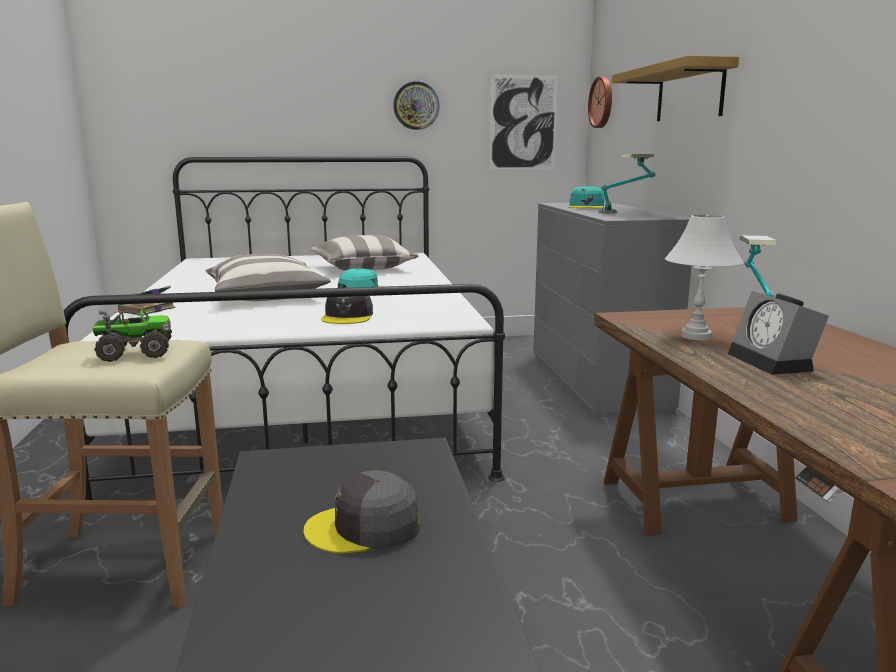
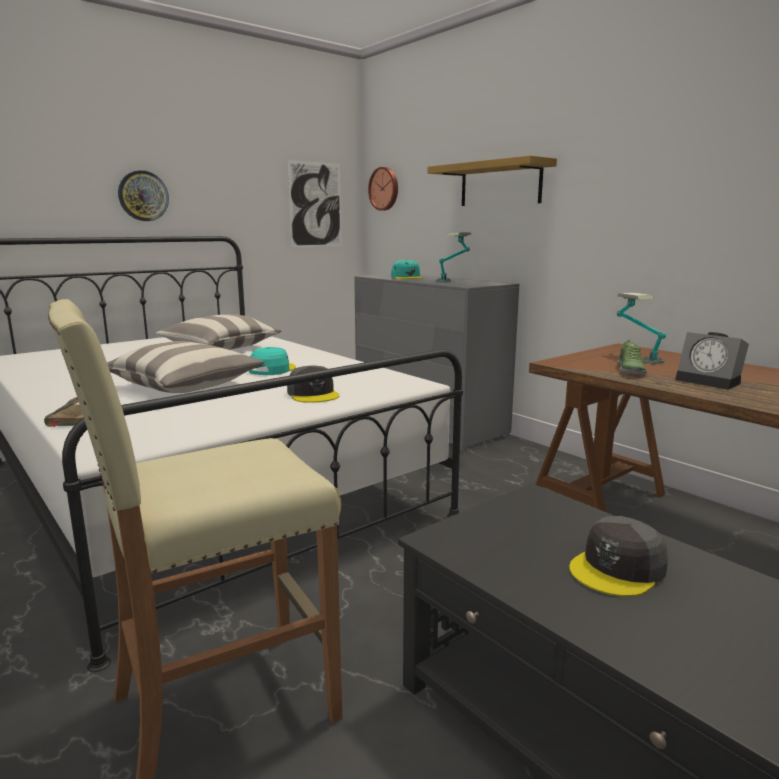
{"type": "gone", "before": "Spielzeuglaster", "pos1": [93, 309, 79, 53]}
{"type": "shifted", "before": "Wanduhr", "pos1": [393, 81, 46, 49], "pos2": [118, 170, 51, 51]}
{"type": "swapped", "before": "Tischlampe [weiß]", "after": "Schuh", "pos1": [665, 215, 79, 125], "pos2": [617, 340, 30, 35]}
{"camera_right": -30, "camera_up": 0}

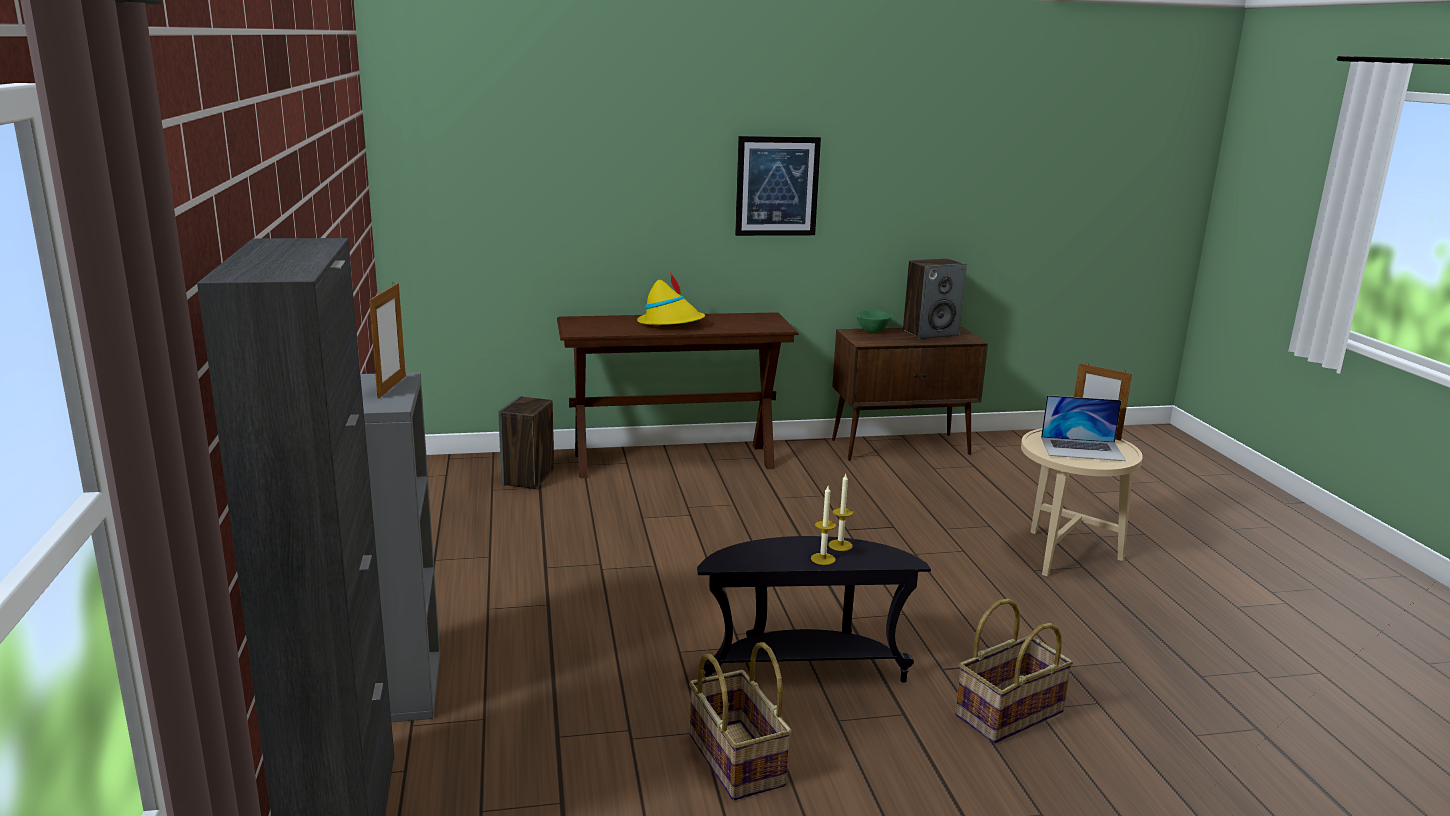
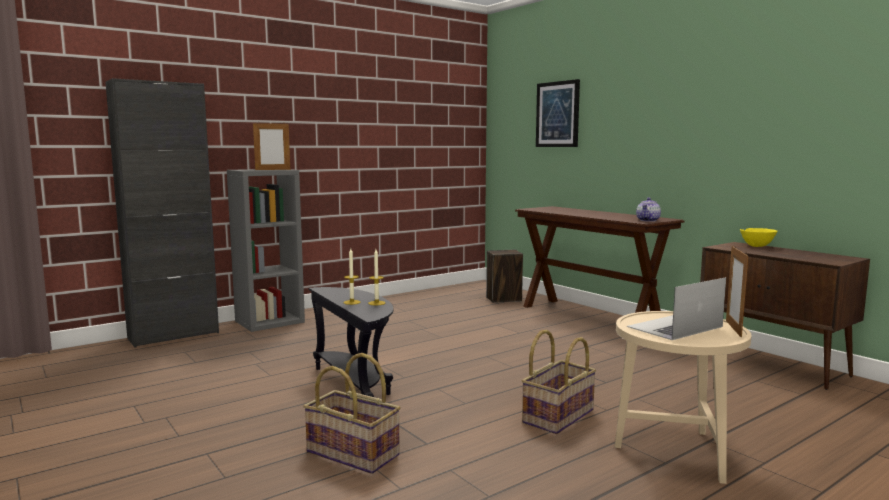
{"type": "gone", "before": "Hut [gelb]", "pos1": [637, 272, 68, 53]}
{"type": "gone", "before": "Lautsprecher", "pos1": [903, 258, 64, 81]}
{"type": "new", "after": "Teekanne", "pos2": [636, 198, 25, 24]}
{"type": "shifted", "before": "Korb", "pos1": [689, 642, 103, 159], "pos2": [522, 330, 74, 104]}
{"type": "shifted", "before": "Bild", "pos1": [735, 136, 86, 100], "pos2": [536, 79, 44, 68]}
{"type": "repainted", "before": "Schüssel [grün]", "after": "Schüssel [gelb]", "pos1": [856, 310, 36, 23], "pos2": [740, 228, 37, 19]}
{"type": "rotated", "before": "Laptop", "pos1": [1041, 395, 85, 66], "pos2": [627, 277, 99, 63], "turn": 75}
{"camera_right": 65, "camera_up": -10}

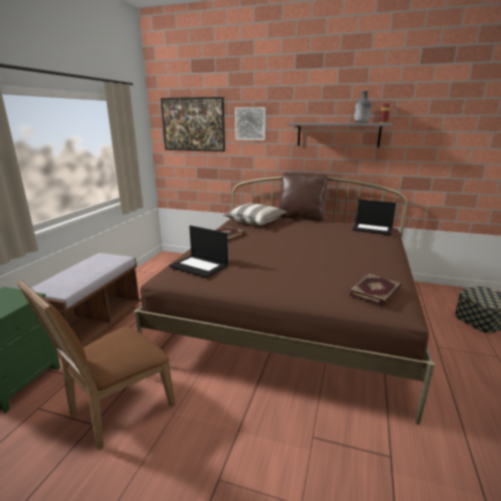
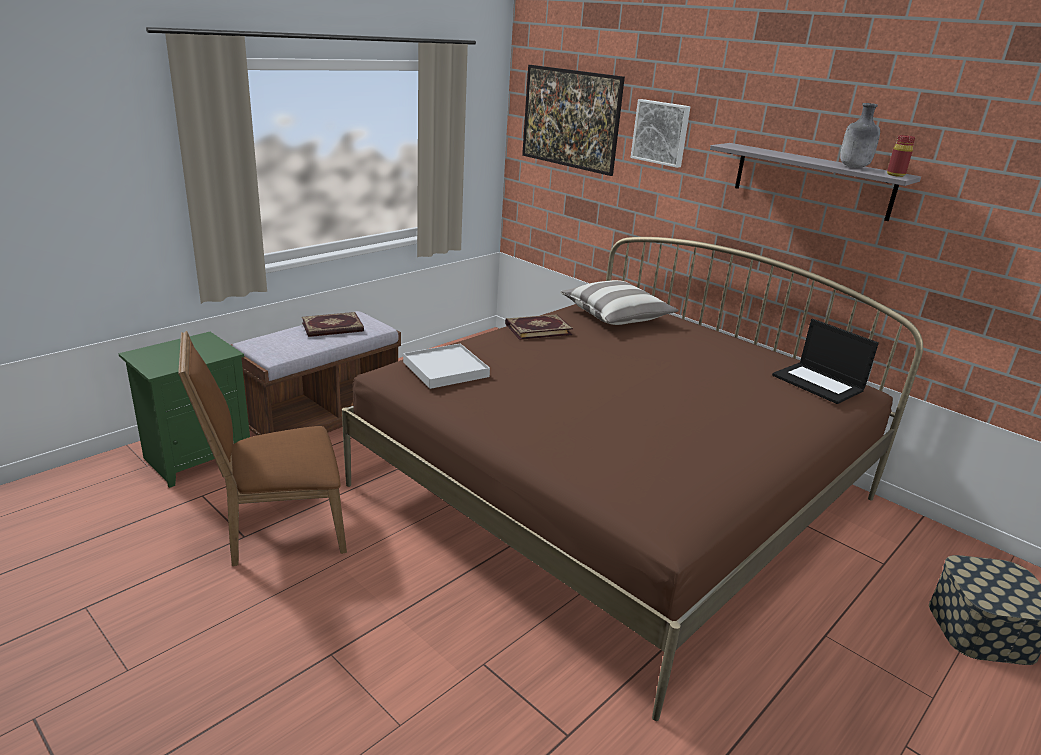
{"type": "gone", "before": "Kissen [braun]", "pos1": [279, 173, 49, 48]}
{"type": "shifted", "before": "Buch", "pos1": [349, 273, 53, 33], "pos2": [302, 312, 62, 25]}
{"type": "swapped", "before": "Laptop", "after": "Tablett [weiß]", "pos1": [169, 225, 59, 53], "pos2": [403, 343, 87, 46]}
{"camera_right": 25, "camera_up": 5}

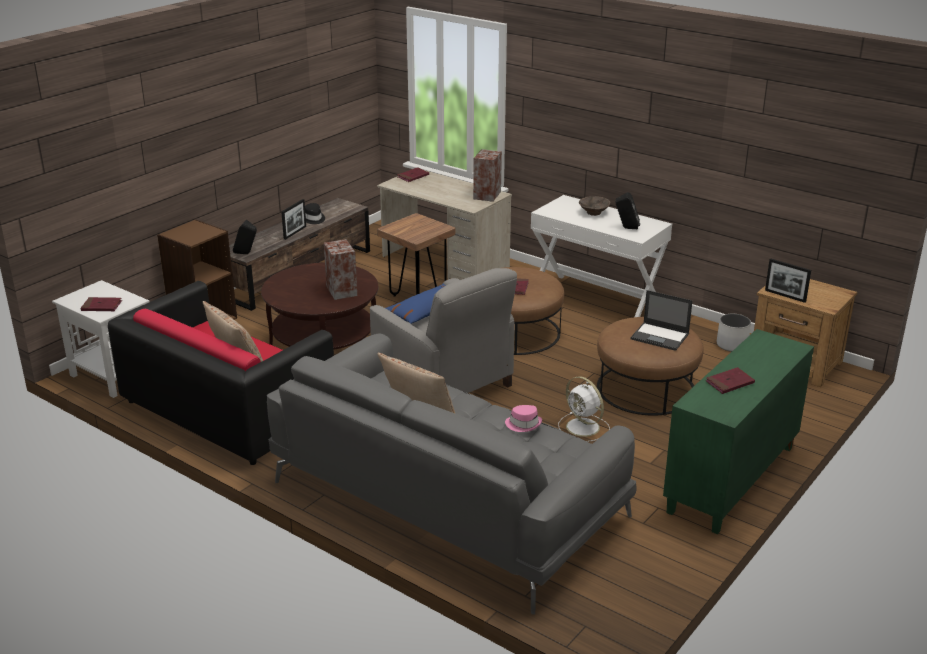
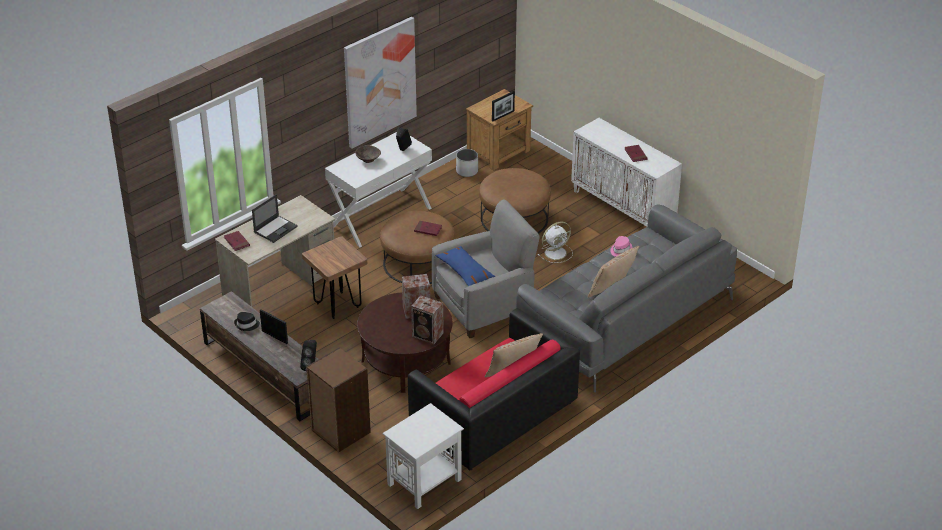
{"type": "gone", "before": "Buch [rot]", "pos1": [80, 297, 42, 14]}
{"type": "new", "after": "Bild", "pos2": [344, 17, 73, 131]}
{"type": "shifted", "before": "Lautsprecher", "pos1": [473, 149, 29, 53], "pos2": [411, 295, 33, 49]}
{"type": "shifted", "before": "Laptop", "pos1": [630, 290, 62, 61], "pos2": [252, 194, 46, 49]}
{"type": "repainted", "before": "Schrank [grün]", "after": "Schrank [weiß]", "pos1": [663, 329, 151, 205], "pos2": [571, 118, 111, 108]}
{"camera_right": -80, "camera_up": 10}

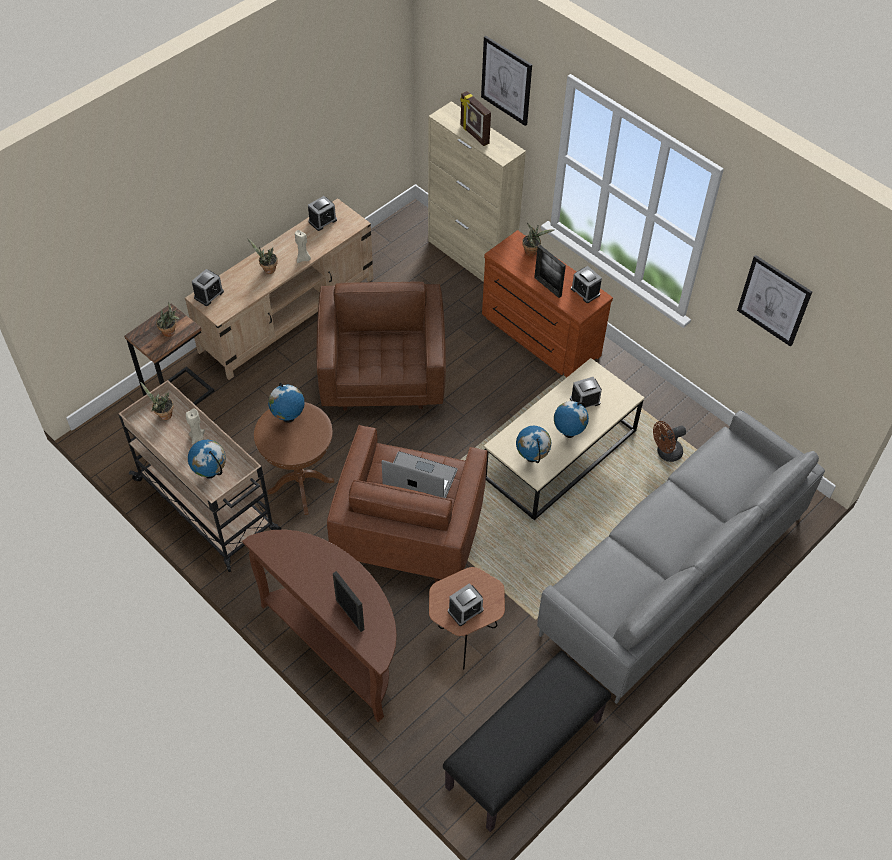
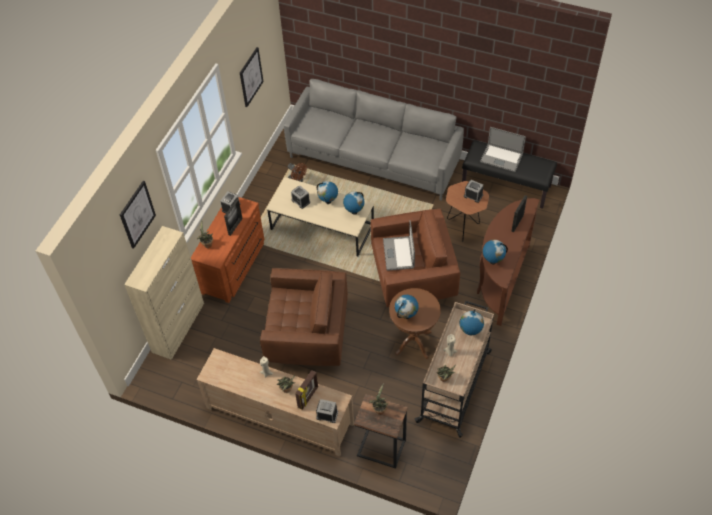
{"type": "gone", "before": "Wecker", "pos1": [308, 196, 29, 35]}
{"type": "new", "after": "Laptop", "pos2": [480, 127, 46, 45]}
{"type": "new", "after": "Globus", "pos2": [483, 240, 25, 25]}
{"type": "shifted", "before": "Bilderrahmen", "pos1": [460, 91, 31, 55], "pos2": [295, 370, 23, 40]}
{"type": "rotated", "before": "Sessel [braun]", "pos1": [316, 281, 130, 129], "pos2": [260, 268, 88, 98], "turn": -150}
{"camera_right": -110, "camera_up": 0}

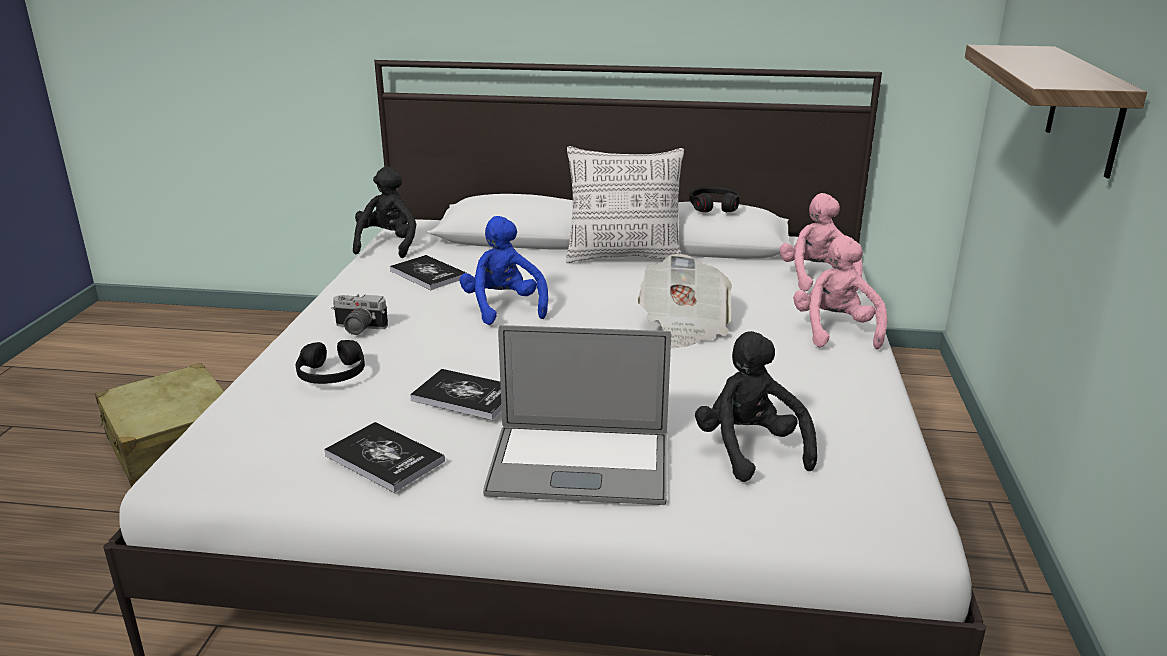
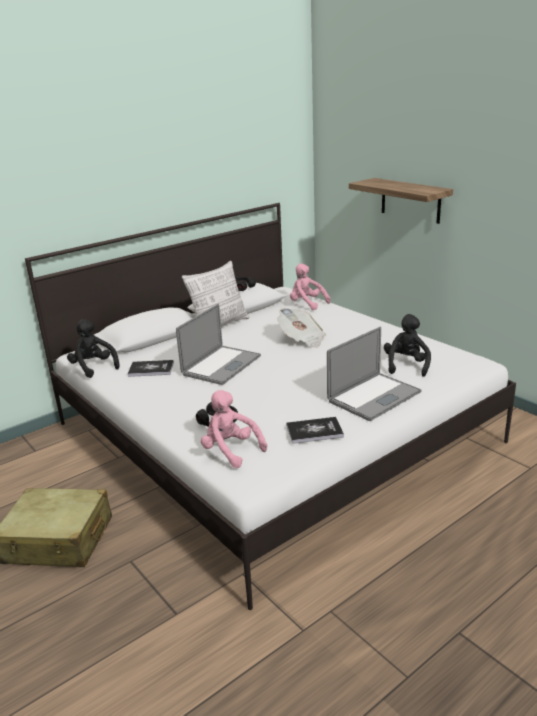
{"type": "gone", "before": "Kamera", "pos1": [331, 294, 57, 41]}
{"type": "gone", "before": "Buch", "pos1": [410, 369, 92, 51]}
{"type": "shifted", "before": "Plüschtier [rosa]", "pos1": [793, 235, 94, 114], "pos2": [201, 390, 66, 78]}
{"type": "swapped", "before": "Plüschtier [blau]", "after": "Laptop", "pos1": [460, 216, 88, 109], "pos2": [176, 304, 85, 81]}
{"type": "rotated", "before": "Plüschtier [schwarz]", "pos1": [695, 331, 122, 151], "pos2": [384, 314, 47, 63], "turn": 75}
{"camera_right": -45, "camera_up": 0}

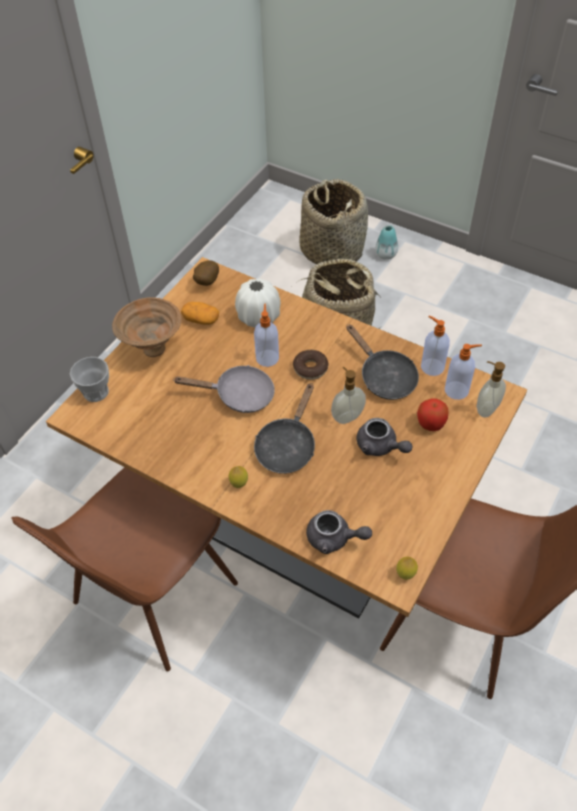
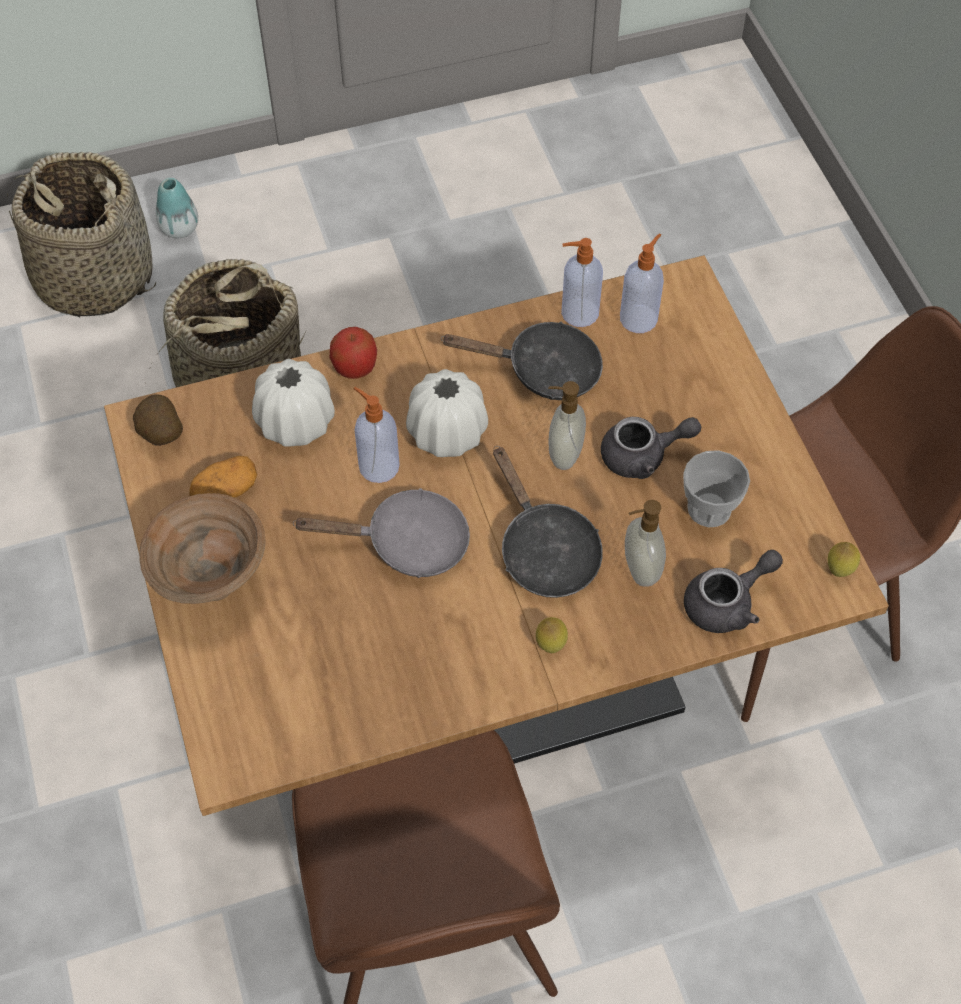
{"type": "shifted", "before": "Tasse", "pos1": [70, 357, 39, 45], "pos2": [683, 450, 67, 77]}
{"type": "shifted", "before": "Apfel", "pos1": [417, 398, 31, 33], "pos2": [330, 327, 47, 52]}
{"type": "shifted", "before": "Seifenspender", "pos1": [477, 361, 29, 56], "pos2": [625, 500, 41, 87]}
{"type": "swapped", "before": "Donut", "after": "Vase [weiß]", "pos1": [293, 350, 35, 30], "pos2": [406, 369, 82, 88]}
{"type": "rotated", "before": "Pfanne [grau]", "pos1": [173, 365, 102, 48], "pos2": [293, 488, 177, 90], "turn": 45}
{"camera_right": -50, "camera_up": 5}

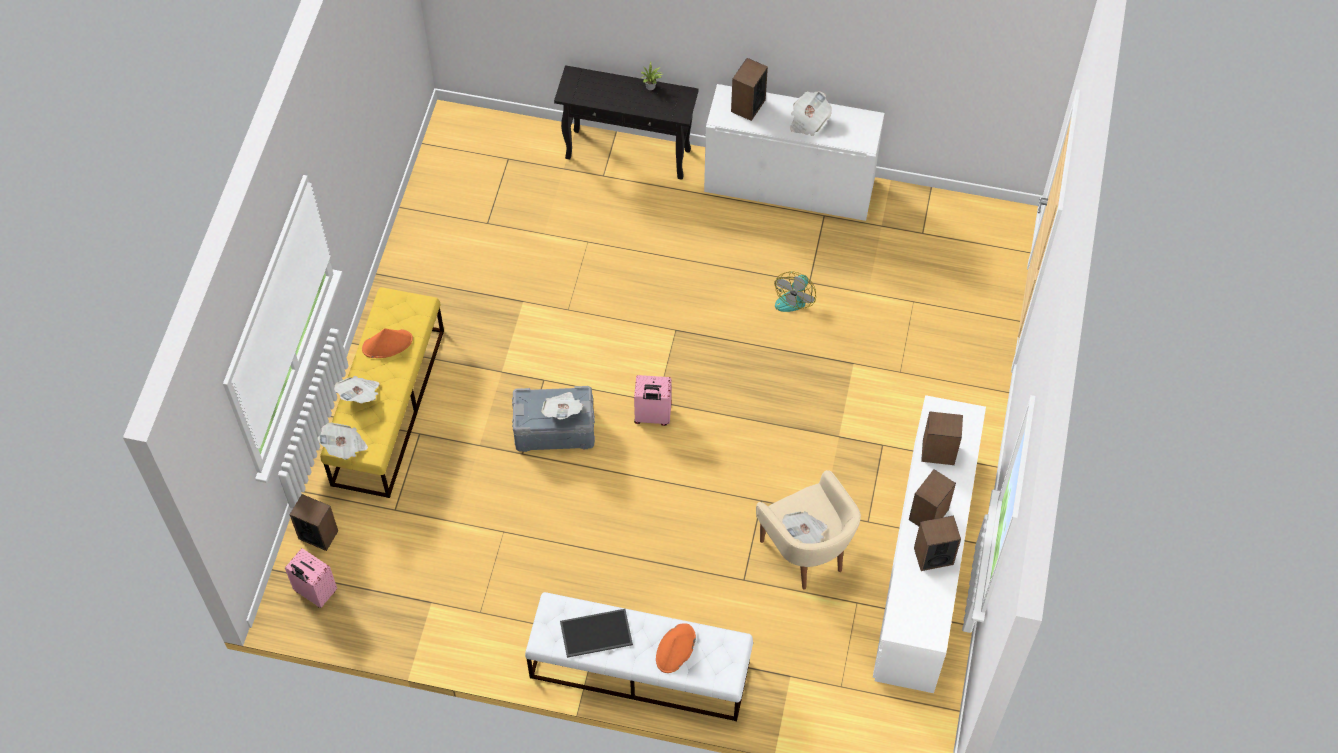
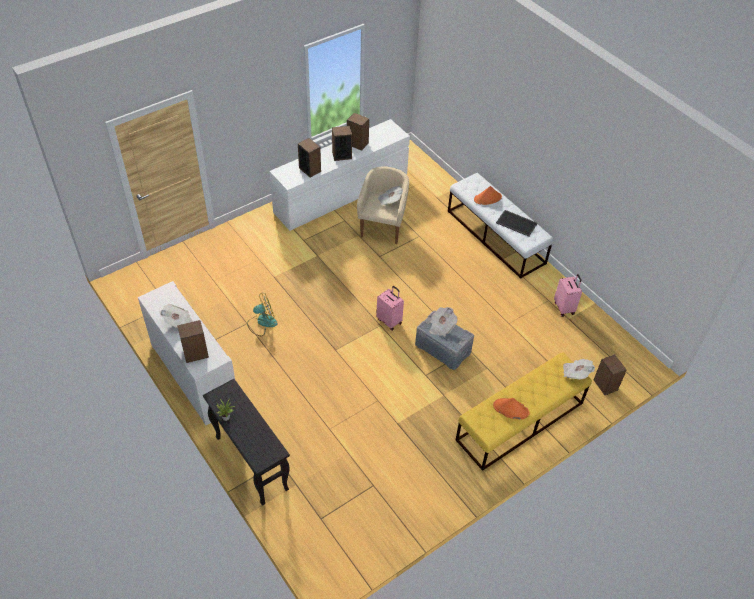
{"type": "gone", "before": "Zeitung", "pos1": [334, 376, 46, 27]}
{"type": "shifted", "before": "Koffer [rosa]", "pos1": [285, 548, 52, 60], "pos2": [554, 274, 28, 43]}
{"camera_right": -140, "camera_up": -10}

